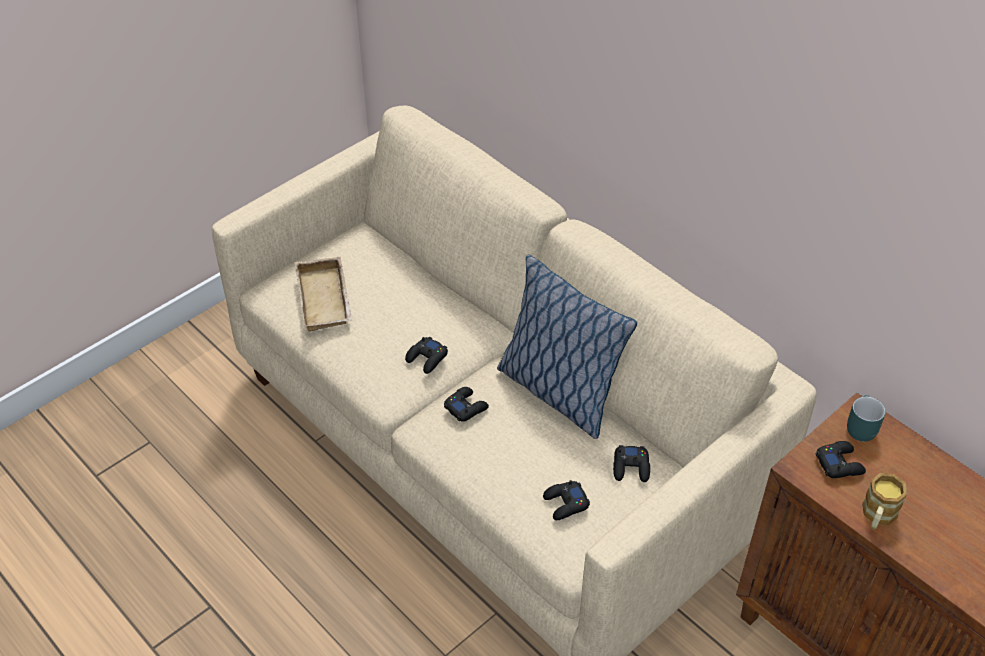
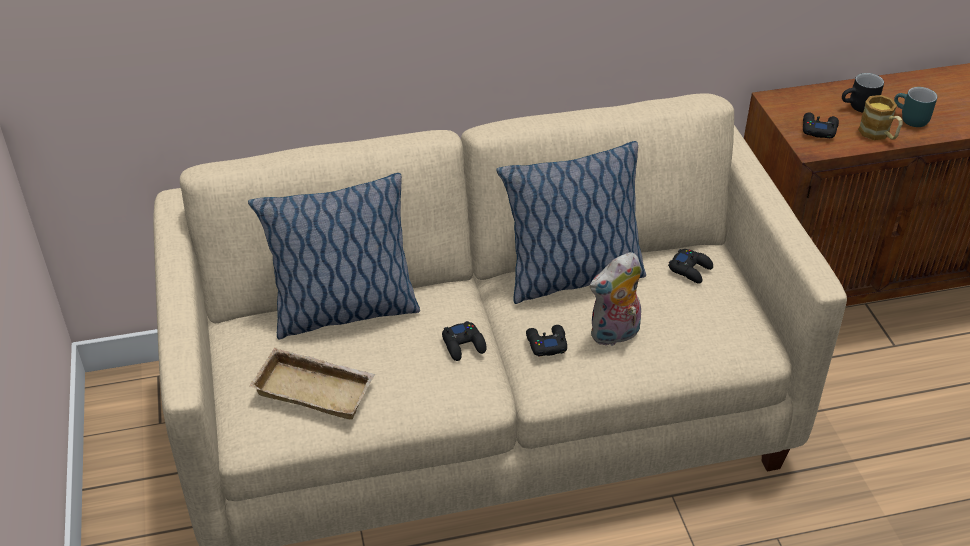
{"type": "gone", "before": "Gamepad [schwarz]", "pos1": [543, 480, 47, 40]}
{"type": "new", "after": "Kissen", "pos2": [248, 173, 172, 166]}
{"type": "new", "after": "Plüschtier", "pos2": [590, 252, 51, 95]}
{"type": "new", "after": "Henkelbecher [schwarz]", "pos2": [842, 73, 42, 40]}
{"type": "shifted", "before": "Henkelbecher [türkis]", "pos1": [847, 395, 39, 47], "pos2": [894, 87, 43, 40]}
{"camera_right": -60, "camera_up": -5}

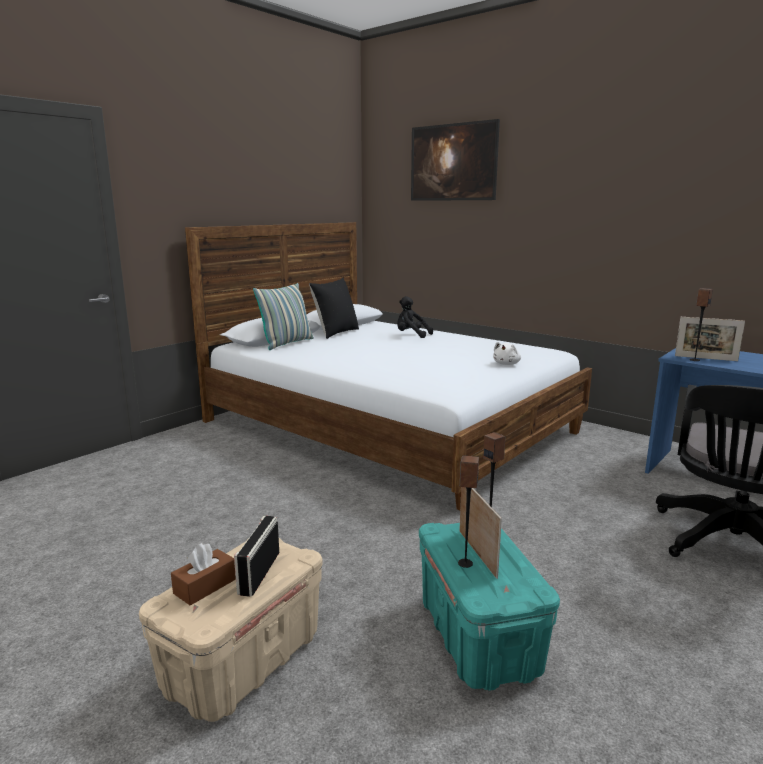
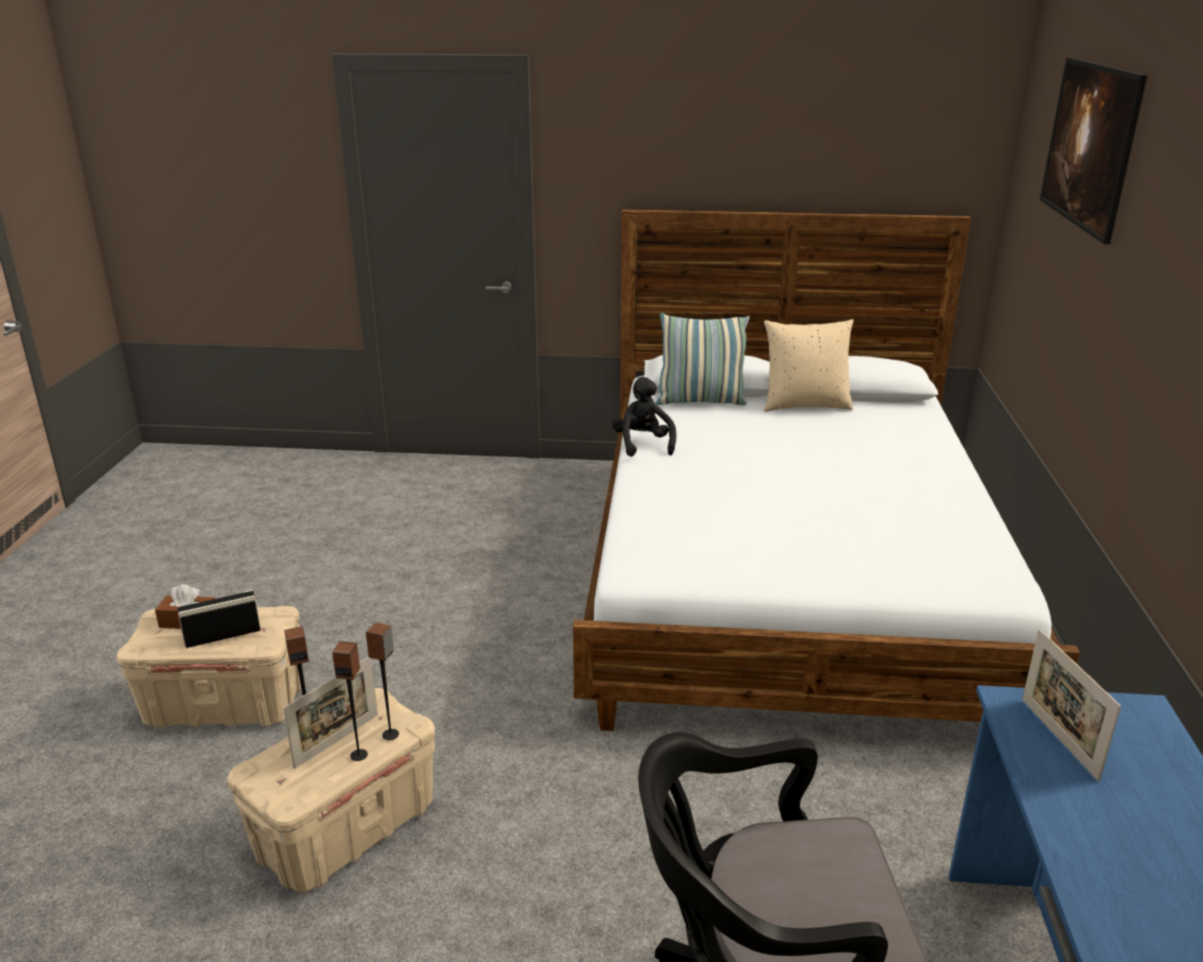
{"type": "gone", "before": "Plüschtier [weiß]", "pos1": [493, 342, 28, 23]}
{"type": "shifted", "before": "Plüschtier [schwarz]", "pos1": [397, 296, 36, 42], "pos2": [612, 377, 64, 80]}
{"type": "shifted", "before": "Lautsprecher", "pos1": [690, 288, 23, 73], "pos2": [332, 641, 36, 120]}
{"type": "repainted", "before": "Kissen [schwarz]", "after": "Kissen [beige]", "pos1": [309, 278, 50, 61], "pos2": [764, 319, 90, 93]}
{"type": "repainted", "before": "Aufbewahrungsbox [türkis]", "after": "Aufbewahrungsbox [beige]", "pos1": [419, 523, 141, 168], "pos2": [227, 688, 208, 205]}
{"camera_right": 55, "camera_up": 10}

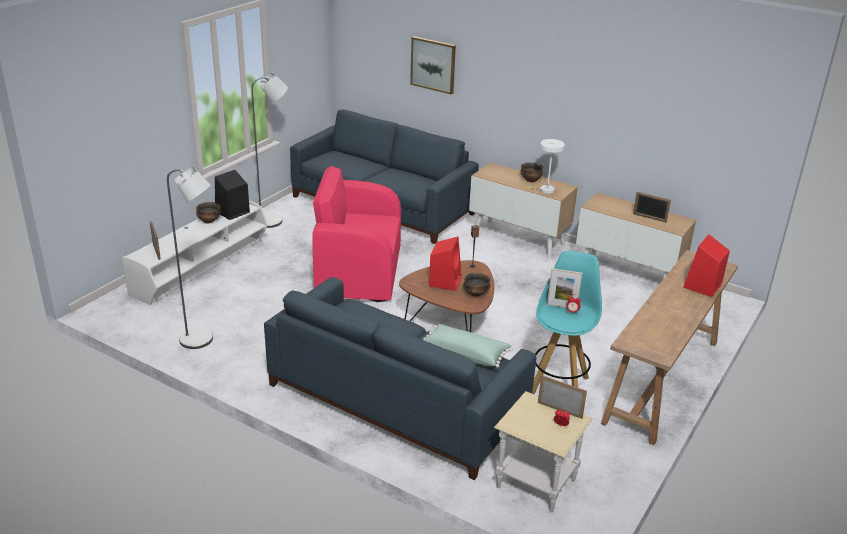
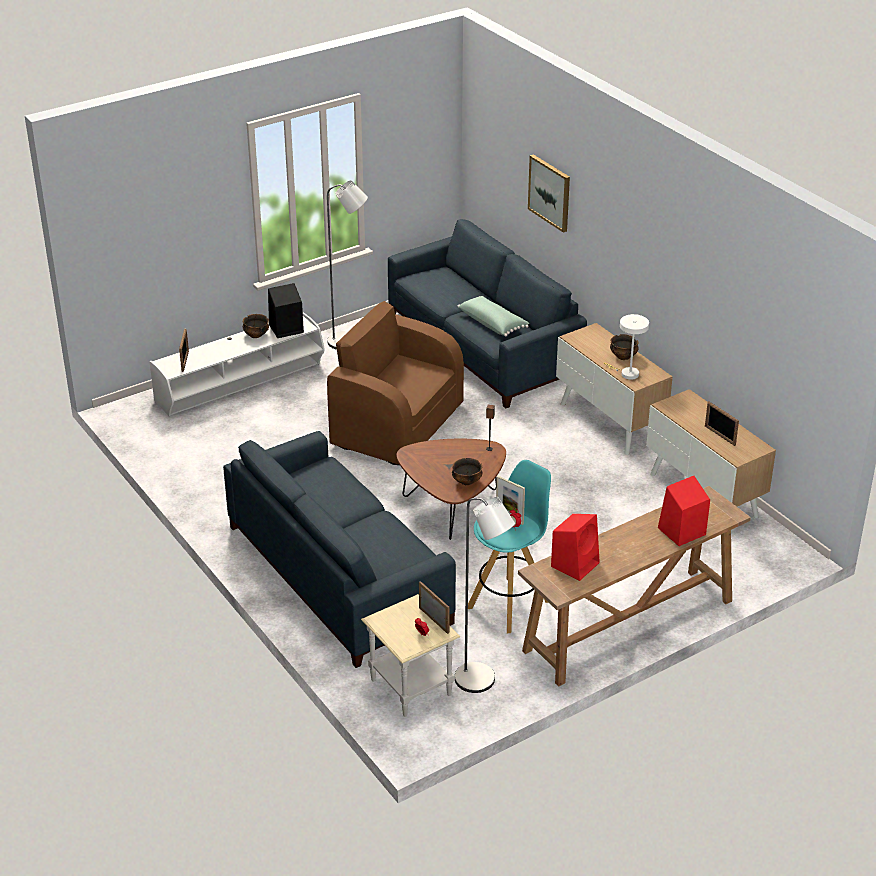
{"type": "shifted", "before": "Stehlampe [grau]", "pos1": [167, 166, 46, 183], "pos2": [455, 497, 60, 196]}
{"type": "shifted", "before": "Kissen [grün]", "pos1": [423, 324, 89, 44], "pos2": [458, 296, 71, 40]}
{"type": "shifted", "before": "Lautsprecher [rot]", "pos1": [429, 237, 33, 54], "pos2": [551, 514, 49, 67]}
{"type": "repainted", "before": "Sessel [rosa]", "after": "Sessel [braun]", "pos1": [312, 166, 89, 136], "pos2": [327, 301, 137, 164]}
{"camera_right": 25, "camera_up": 5}

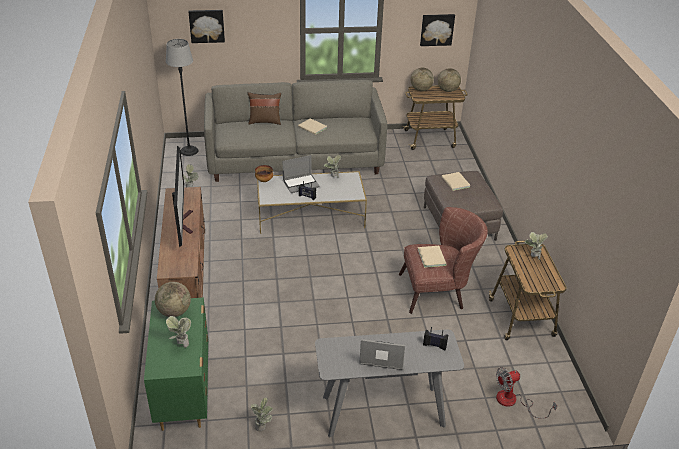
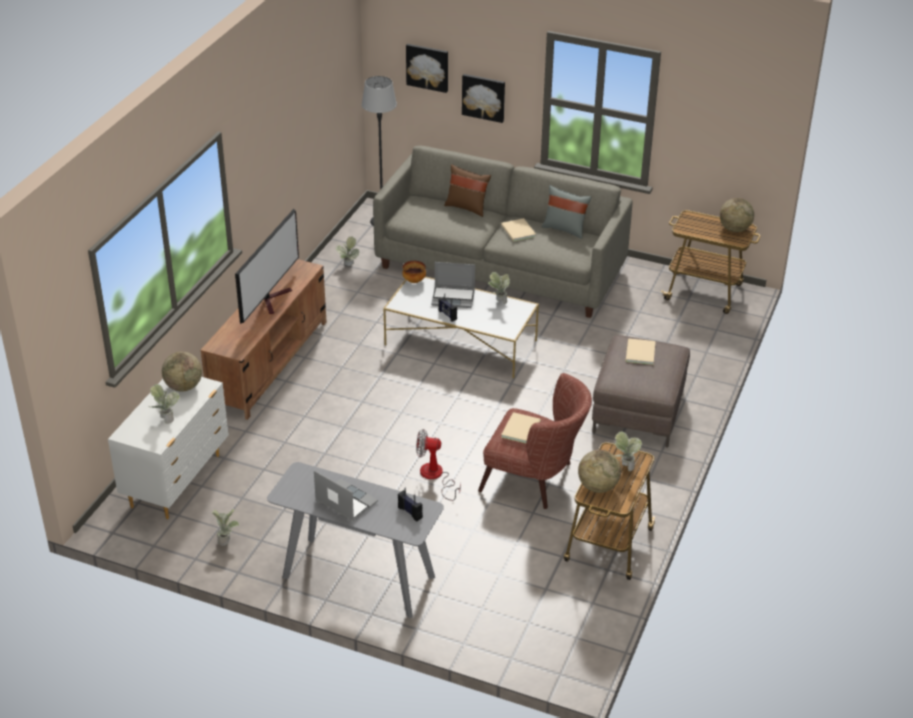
{"type": "new", "after": "Kissen [grau]", "pos2": [542, 185, 49, 54]}
{"type": "shifted", "before": "Globus", "pos1": [411, 68, 23, 23], "pos2": [578, 450, 43, 43]}
{"type": "shifted", "before": "Bild", "pos1": [420, 14, 35, 32], "pos2": [462, 74, 43, 49]}
{"type": "shifted", "before": "Ventilator", "pos1": [496, 367, 61, 52], "pos2": [416, 429, 45, 72]}
{"type": "repainted", "before": "Kommode [grün]", "after": "Kommode [weiß]", "pos1": [144, 297, 64, 134], "pos2": [108, 377, 121, 142]}
{"camera_right": 30, "camera_up": 0}

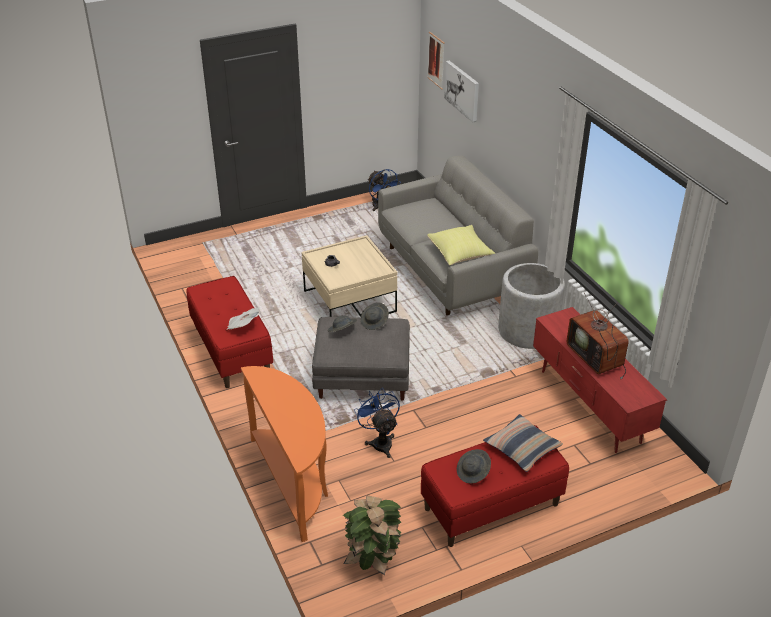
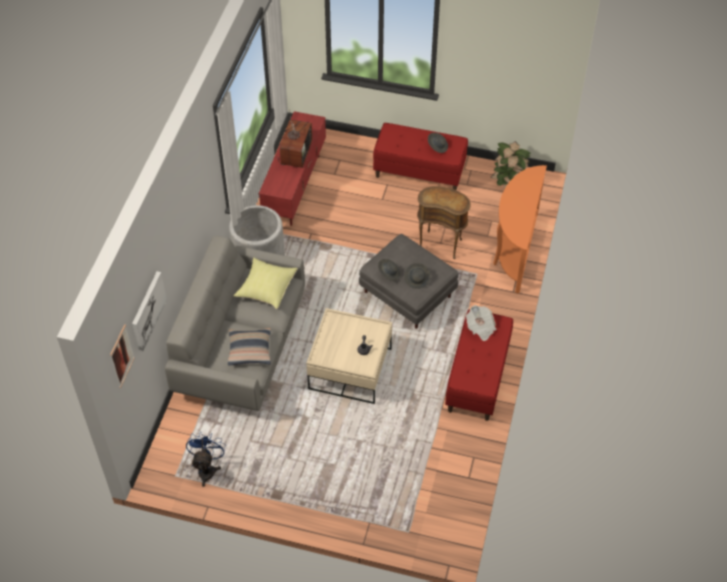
{"type": "shifted", "before": "Kissen", "pos1": [483, 414, 80, 58], "pos2": [228, 328, 43, 38]}
{"type": "swapped", "before": "Ventilator [blau]", "after": "Beistelltisch [braun]", "pos1": [354, 388, 46, 70], "pos2": [417, 186, 54, 73]}
{"camera_right": -140, "camera_up": 15}

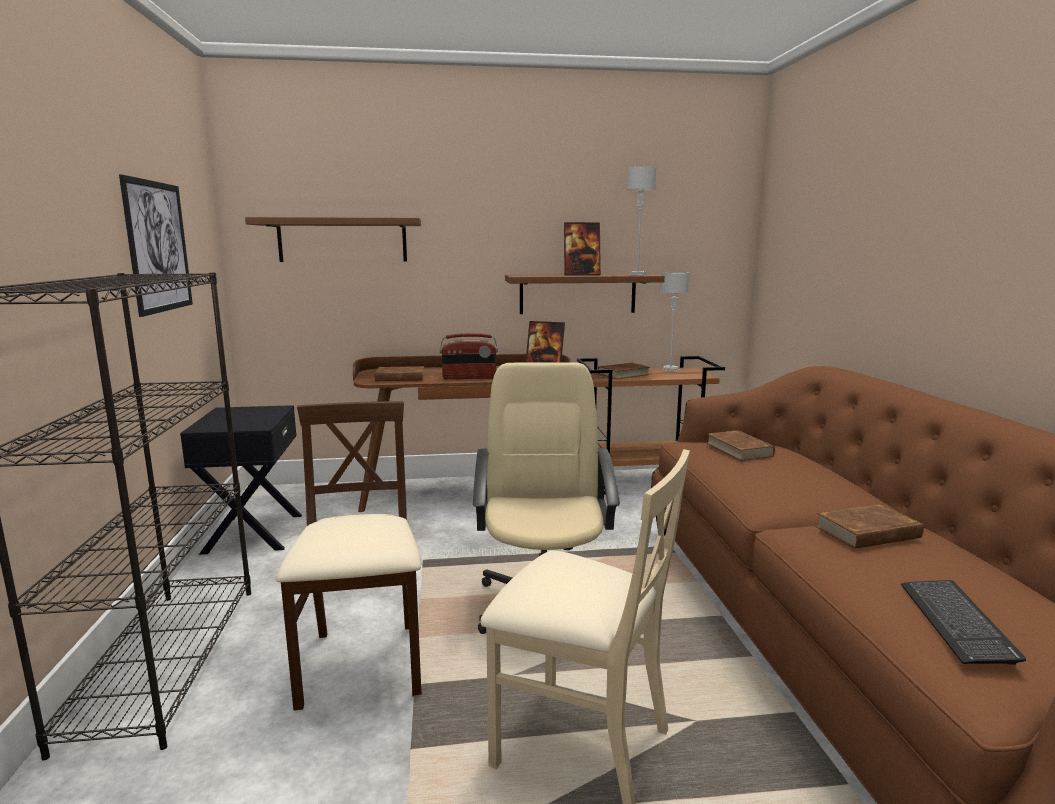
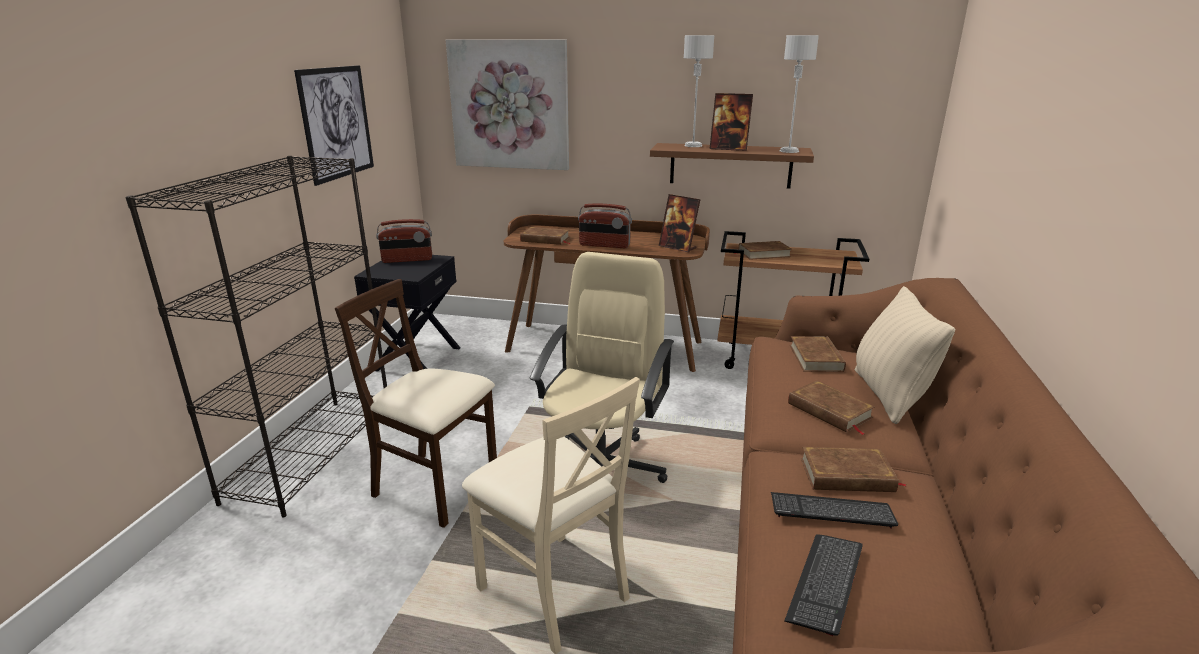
{"type": "new", "after": "Radio", "pos2": [376, 219, 56, 44]}
{"type": "new", "after": "Tastatur", "pos2": [771, 492, 127, 37]}
{"type": "new", "after": "Buch [braun]", "pos2": [788, 380, 87, 55]}
{"type": "new", "after": "Kissen [beige]", "pos2": [855, 286, 100, 138]}
{"type": "shifted", "before": "Tischlampe [grau]", "pos1": [661, 272, 29, 99], "pos2": [684, 35, 30, 112]}
{"type": "swapped", "before": "Wandregal [braun]", "after": "Bild", "pos1": [245, 217, 176, 45], "pos2": [446, 39, 123, 131]}
{"type": "rotated", "before": "Stuhl [beige]", "pos1": [276, 401, 145, 310], "pos2": [335, 279, 162, 249], "turn": -75}
{"camera_right": 20, "camera_up": 10}

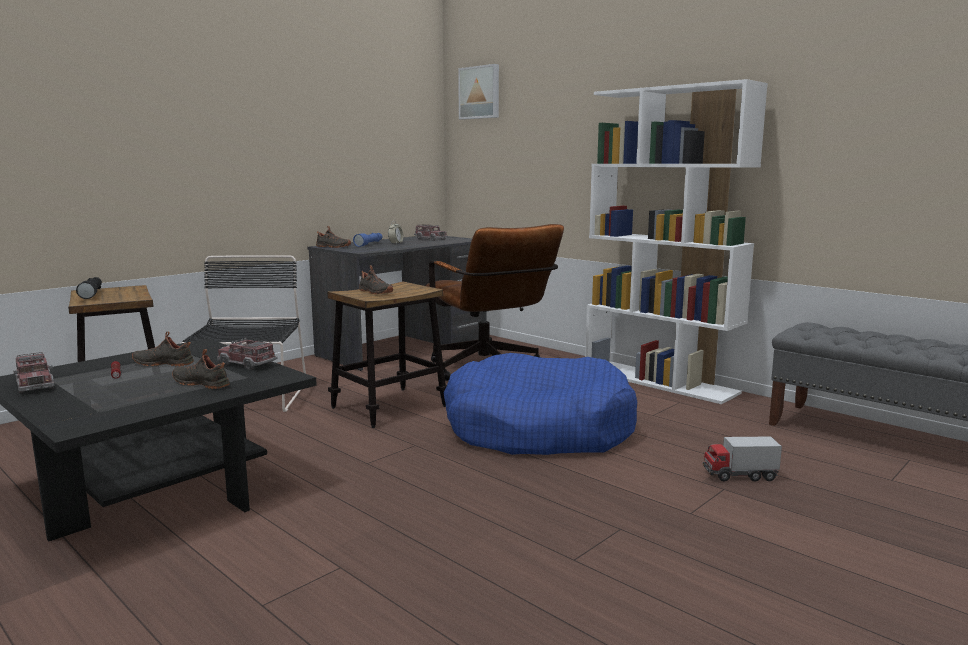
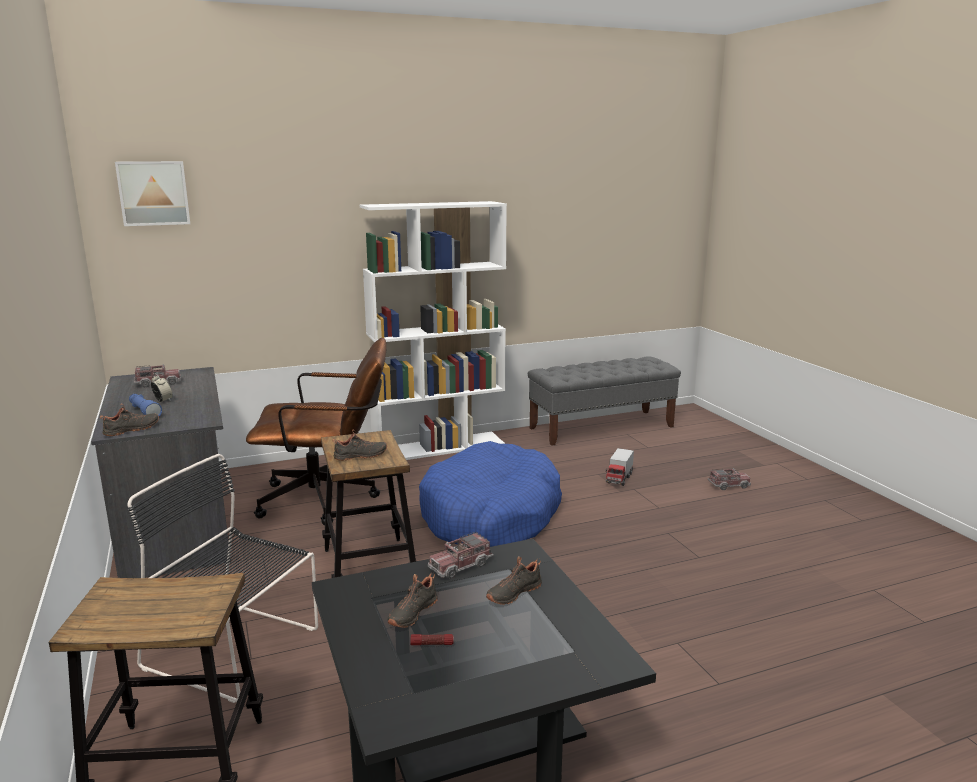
{"type": "gone", "before": "Taschenlampe [schwarz]", "pos1": [76, 277, 26, 22]}
{"type": "shifted", "before": "Spielzeuglaster", "pos1": [13, 352, 41, 42], "pos2": [708, 468, 43, 22]}
{"camera_right": -65, "camera_up": 5}

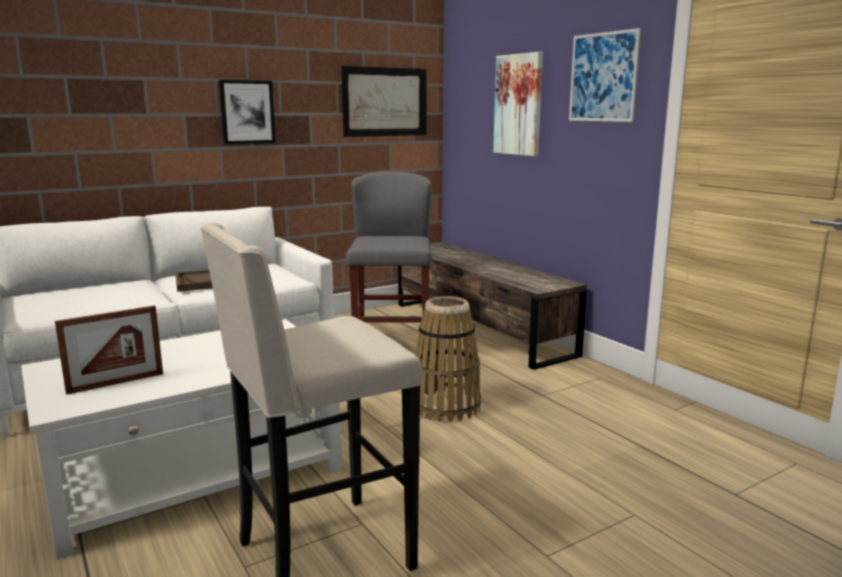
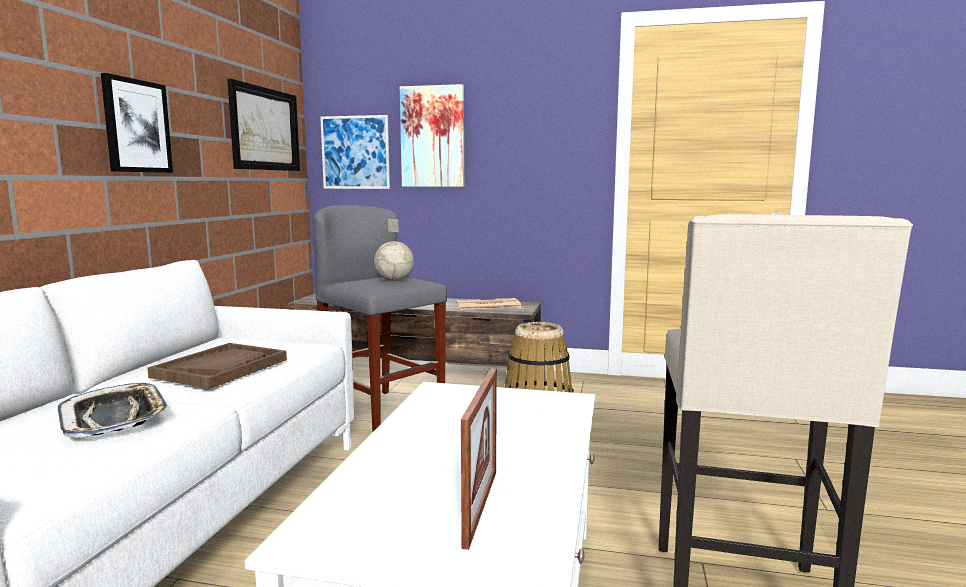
{"type": "new", "after": "Tablett", "pos2": [57, 383, 112, 55]}
{"type": "new", "after": "Globus", "pos2": [374, 219, 40, 62]}
{"type": "new", "after": "Zeitung", "pos2": [456, 298, 65, 12]}
{"type": "shifted", "before": "Bild", "pos1": [569, 28, 72, 94], "pos2": [320, 115, 70, 74]}
{"camera_right": -45, "camera_up": -5}

